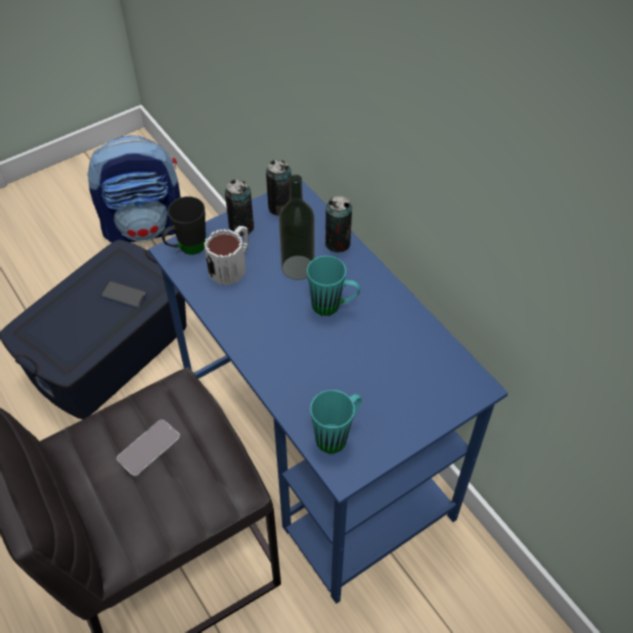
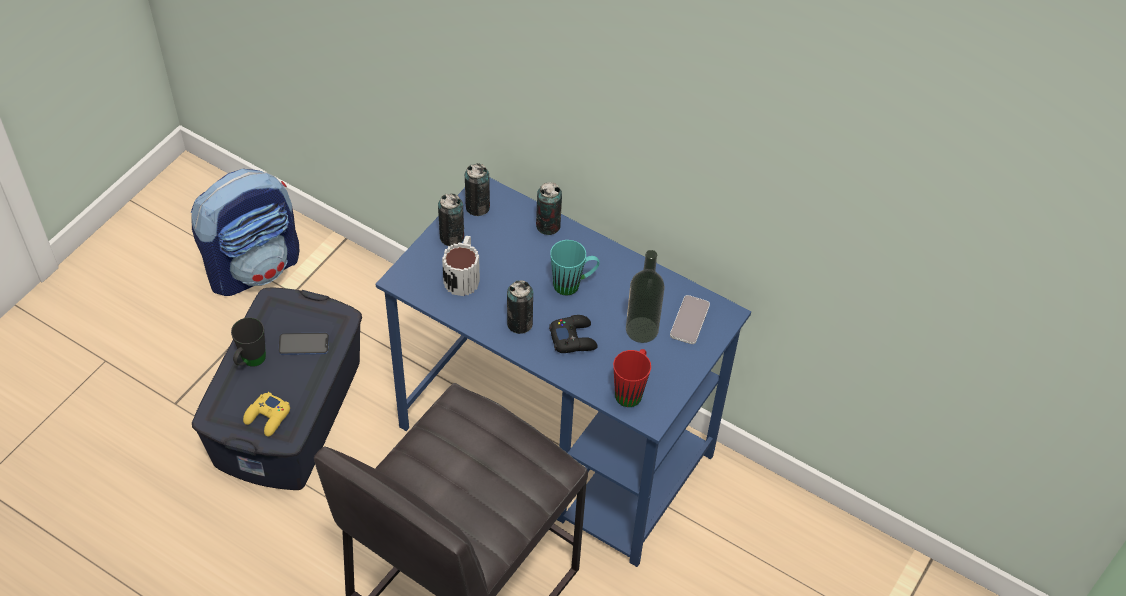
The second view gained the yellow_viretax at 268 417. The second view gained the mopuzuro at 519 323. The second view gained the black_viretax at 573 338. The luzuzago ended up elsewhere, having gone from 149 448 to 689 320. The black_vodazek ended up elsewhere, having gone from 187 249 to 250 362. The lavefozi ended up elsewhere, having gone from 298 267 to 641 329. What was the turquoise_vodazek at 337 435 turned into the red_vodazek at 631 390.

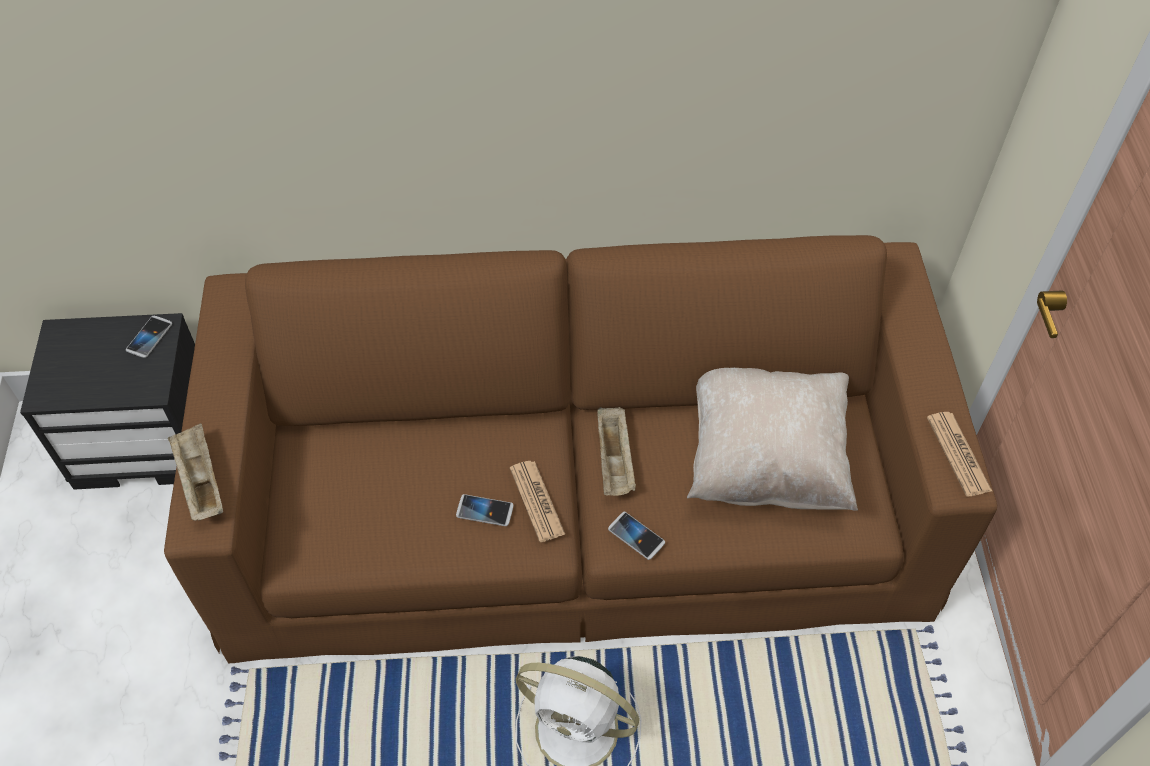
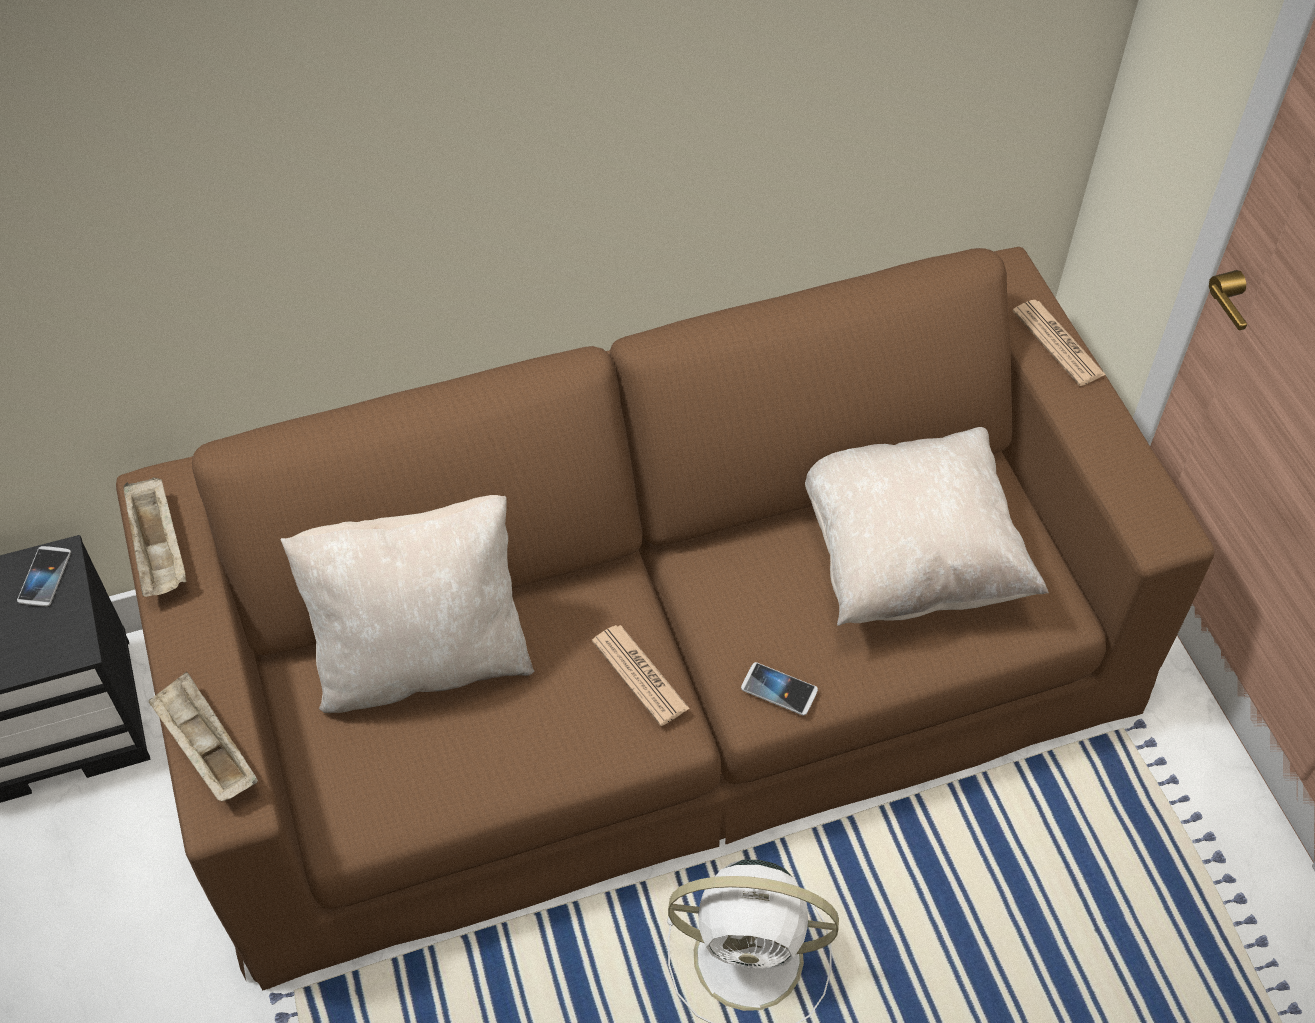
The second view lost the luzuzago at 484 511. The second view gained the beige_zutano at 423 658. The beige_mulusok ended up elsewhere, having gone from 615 461 to 160 551. The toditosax ended up elsewhere, having gone from 958 454 to 1058 343.

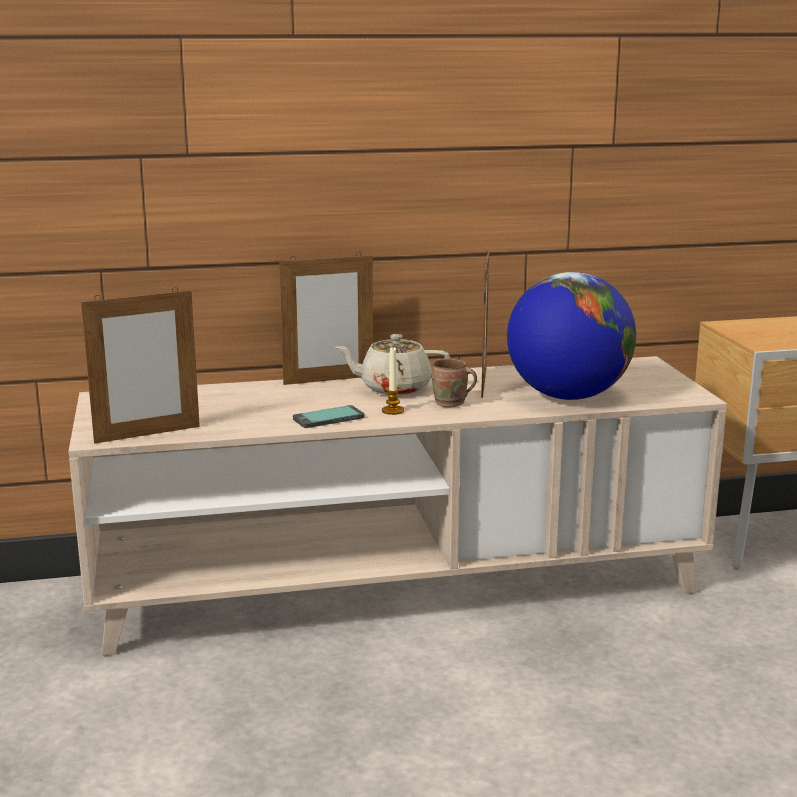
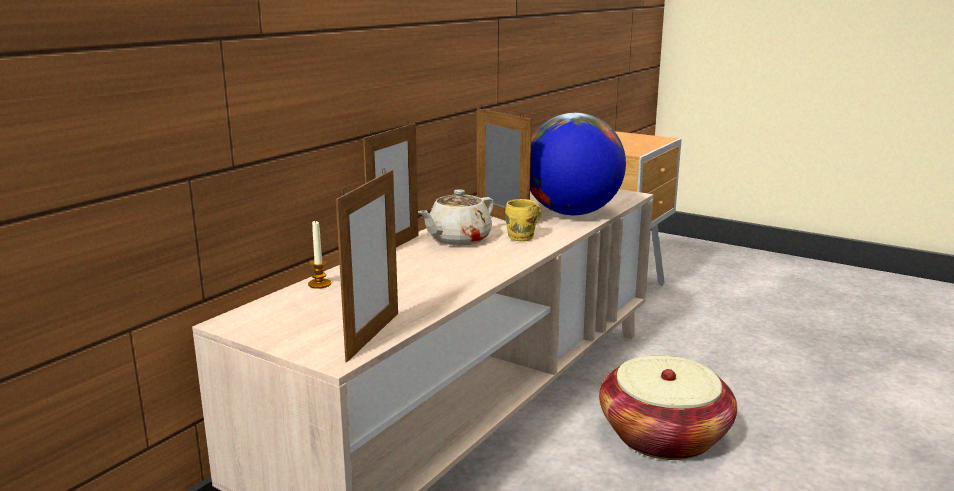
The second view lost the luzuzago at 328 418. The second view gained the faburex at 663 436. The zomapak ended up elsewhere, having gone from 393 411 to 319 284. What was the brown_vodazek at 451 404 turned into the yellow_vodazek at 523 238.

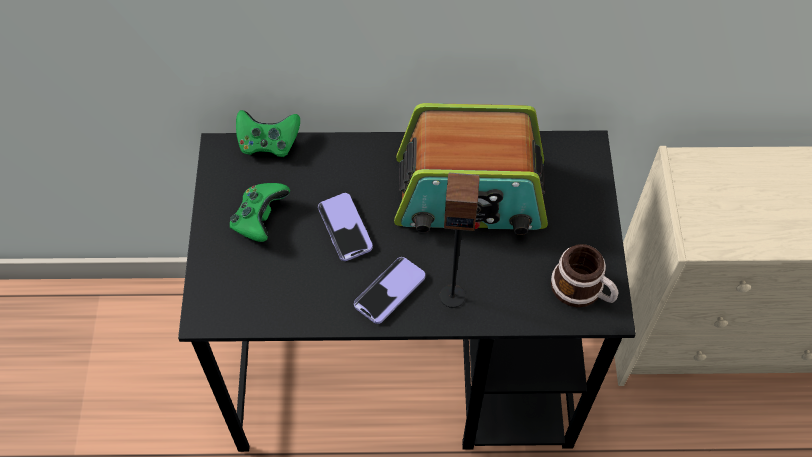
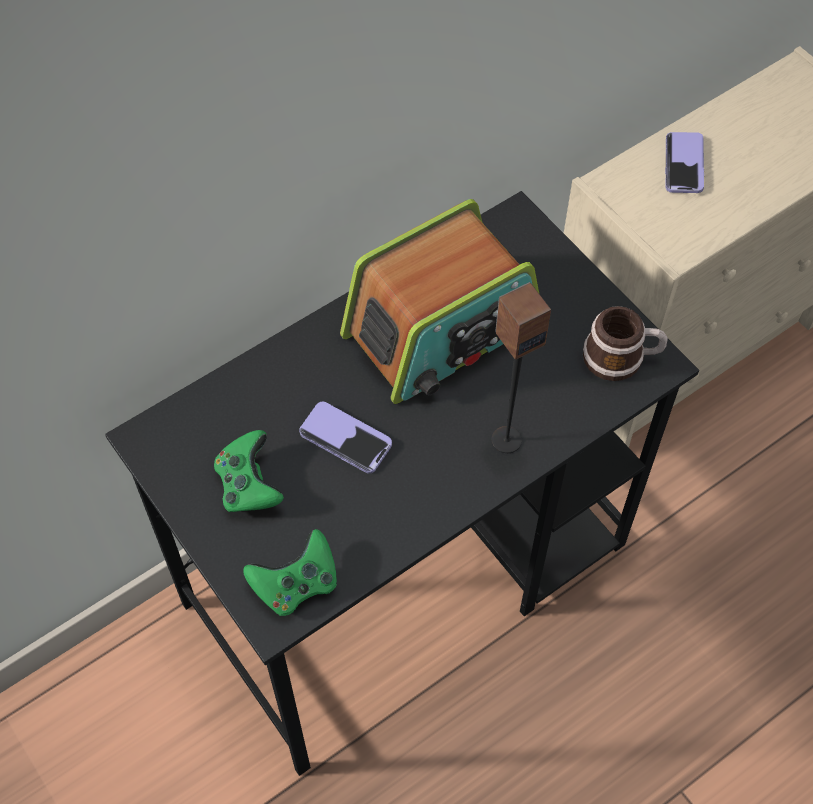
The green_viretax ended up elsewhere, having gone from 268 143 to 296 584. The luzuzago ended up elsewhere, having gone from 389 291 to 683 164.

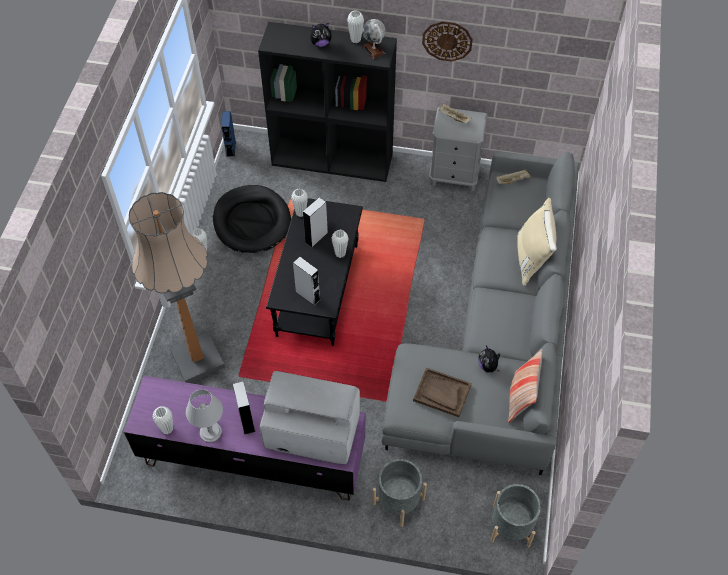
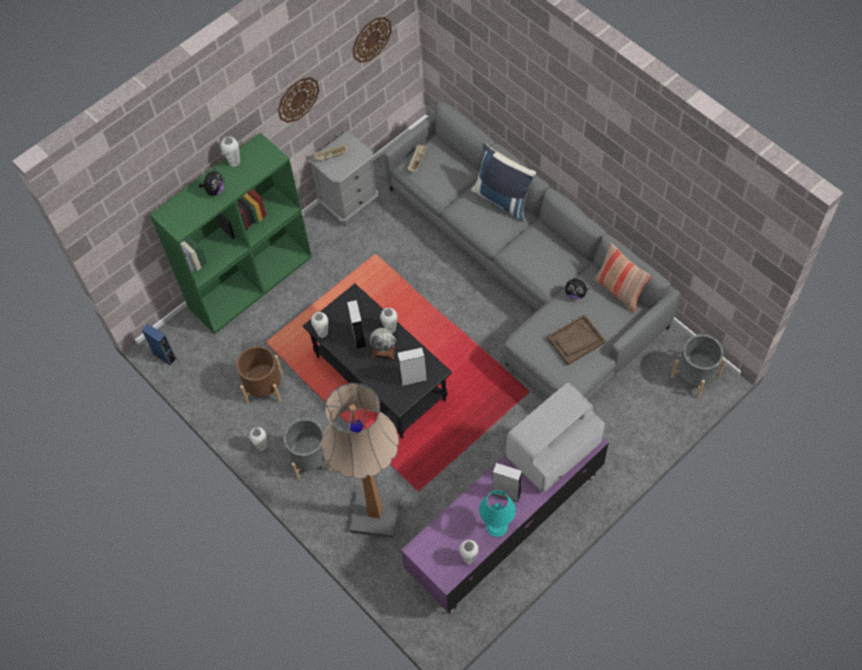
The second view gained the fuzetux at 371 39. The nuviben ended up elsewhere, having gone from 373 50 to 383 352. The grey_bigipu ended up elsewhere, having gone from 398 501 to 310 459. Where the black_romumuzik stood at 252 221, the brown_bigipu came to stand at 264 387. What was the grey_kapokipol at 211 432 turned into the turquoise_kapokipol at 497 526. What was the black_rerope at 333 159 turned into the green_rerope at 251 281. What was the beige_zutano at 532 259 turned into the blue_zutano at 503 199.

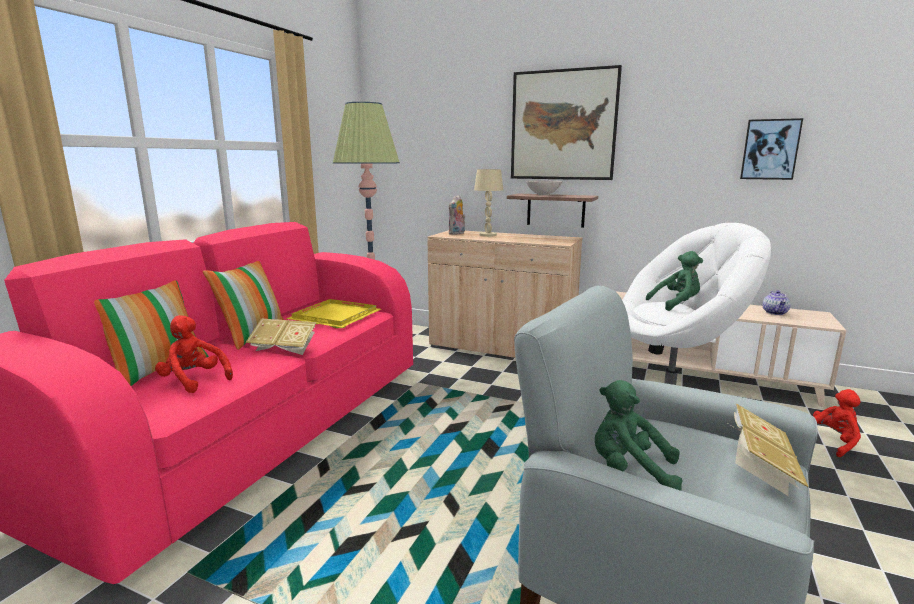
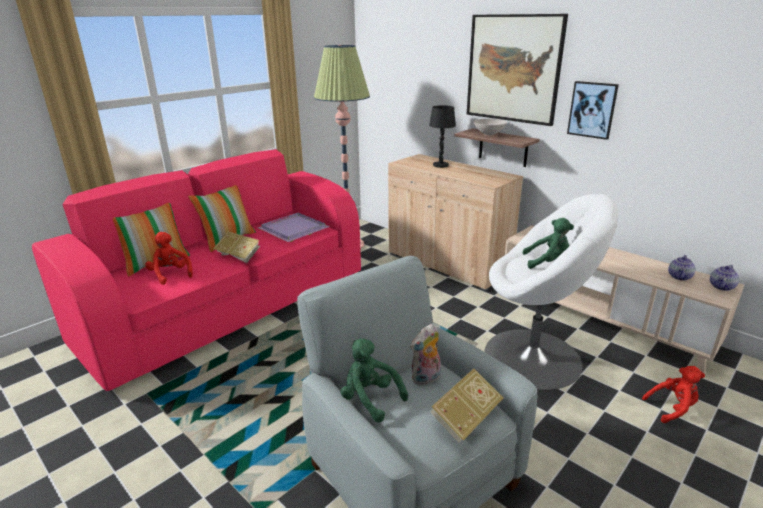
The second view gained the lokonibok at 722 287. The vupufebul ended up elsewhere, having gone from 457 233 to 426 379. The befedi ended up elsewhere, having gone from 770 149 to 592 109. What was the yellow_mulusok at 335 316 turned into the purple_mulusok at 294 229. What was the beige_kapokipol at 488 235 turned into the black_kapokipol at 440 165.

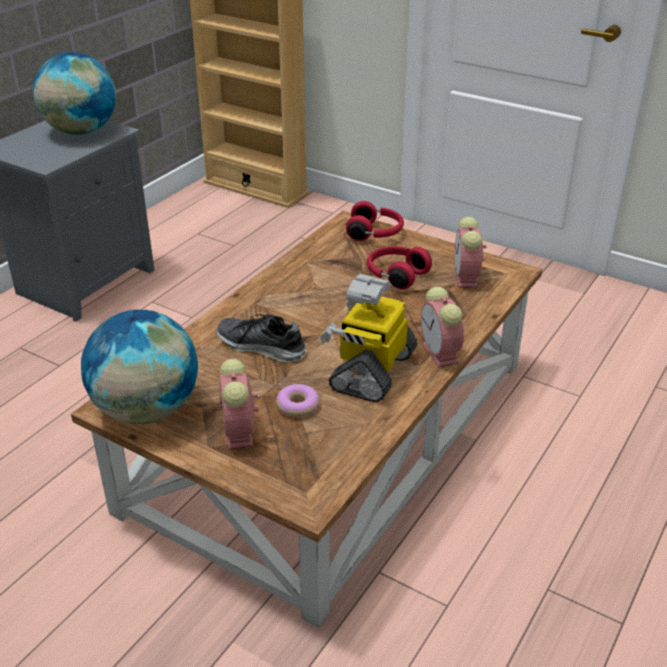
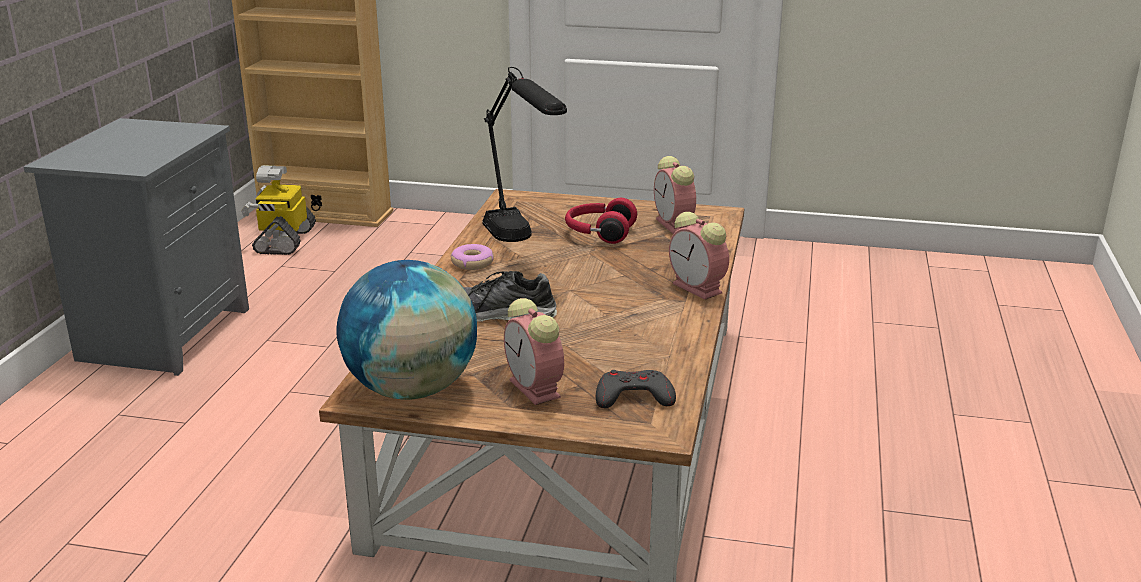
The second view lost the nuviben at 81 131. The second view lost the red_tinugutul at 375 233. The second view gained the black_kapokipol at 522 245. The second view gained the grey_viretax at 633 397. The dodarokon ended up elsewhere, having gone from 297 406 to 472 263. The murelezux ended up elsewhere, having gone from 371 370 to 284 241.

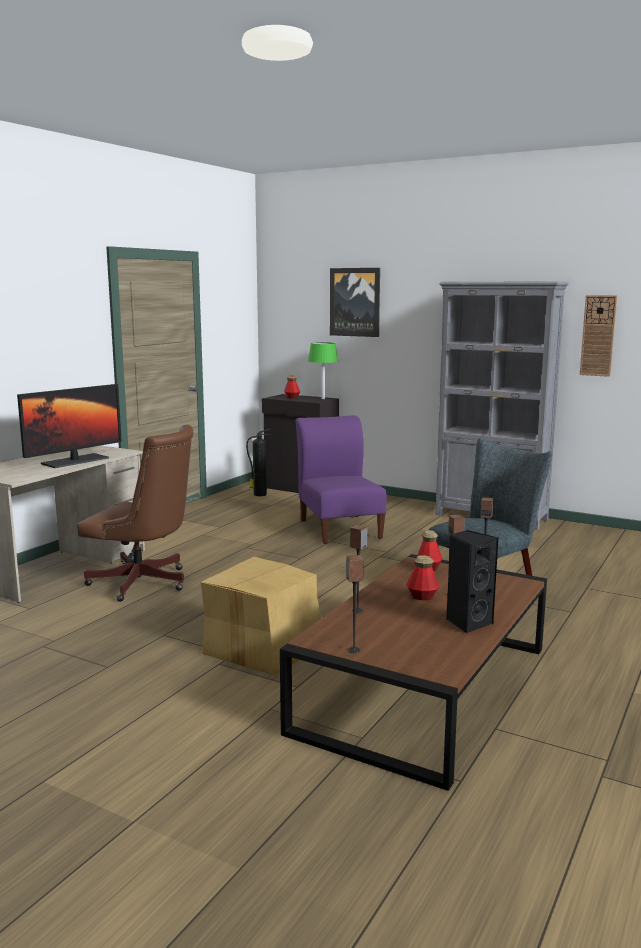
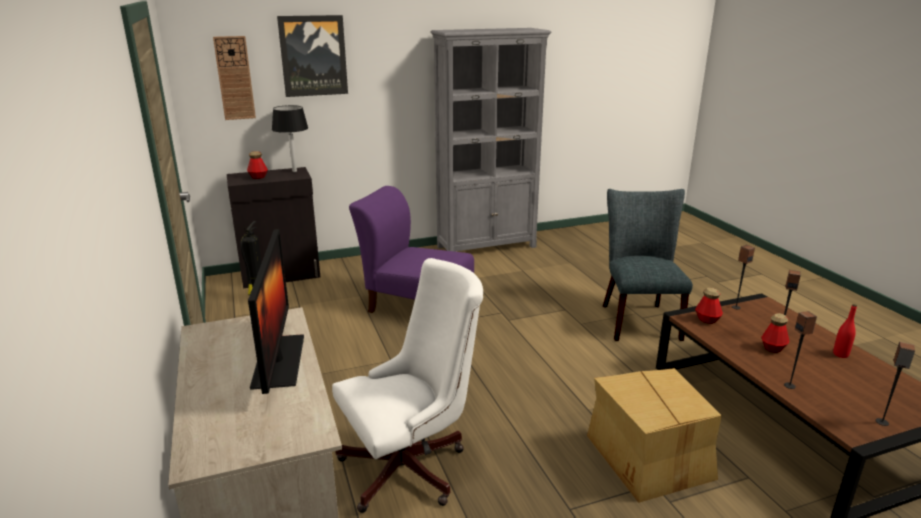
The fuzetux ended up elsewhere, having gone from 598 335 to 235 78. Where the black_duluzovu stood at 468 622, the red_lavefozi came to stand at 840 354. What was the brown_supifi at 144 584 turned into the white_supifi at 411 467. What was the green_kapokipol at 323 399 turned into the black_kapokipol at 294 171.

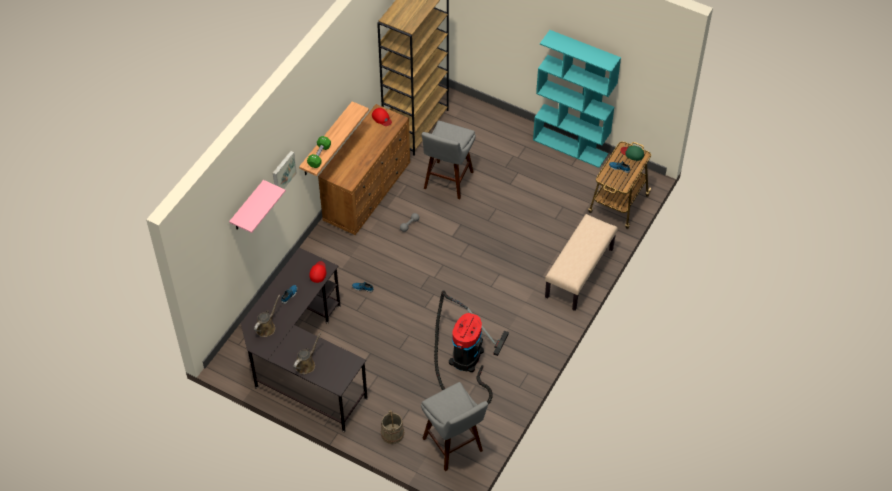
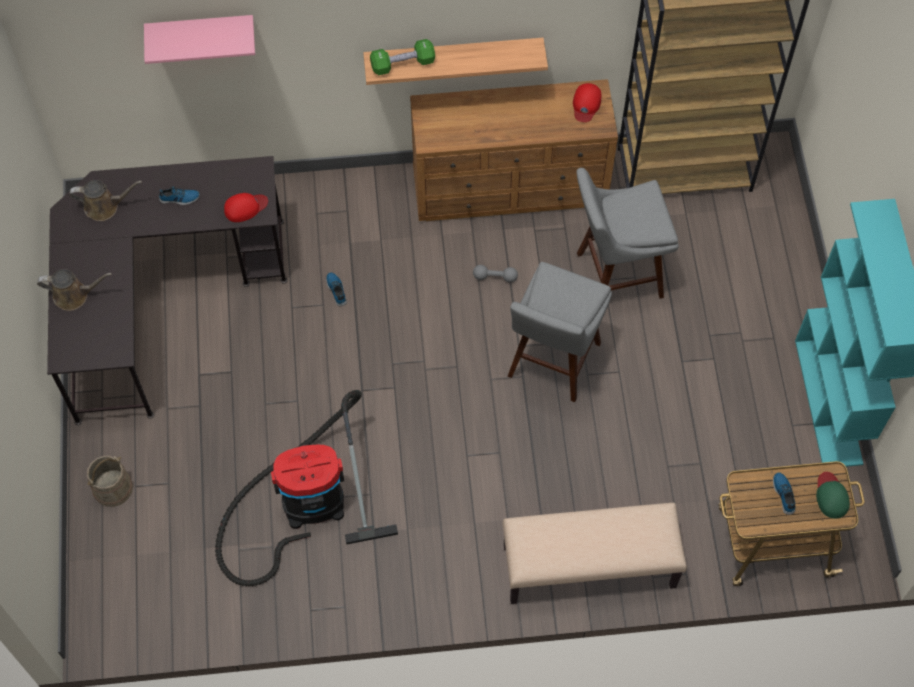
The second view lost the befedi at 283 172. The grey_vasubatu ended up elsewhere, having gone from 454 447 to 552 364.

